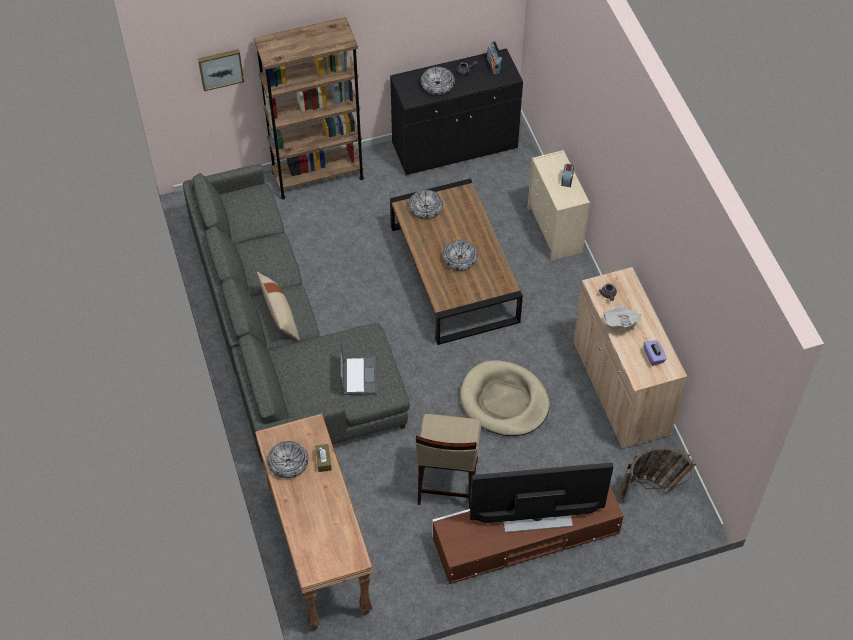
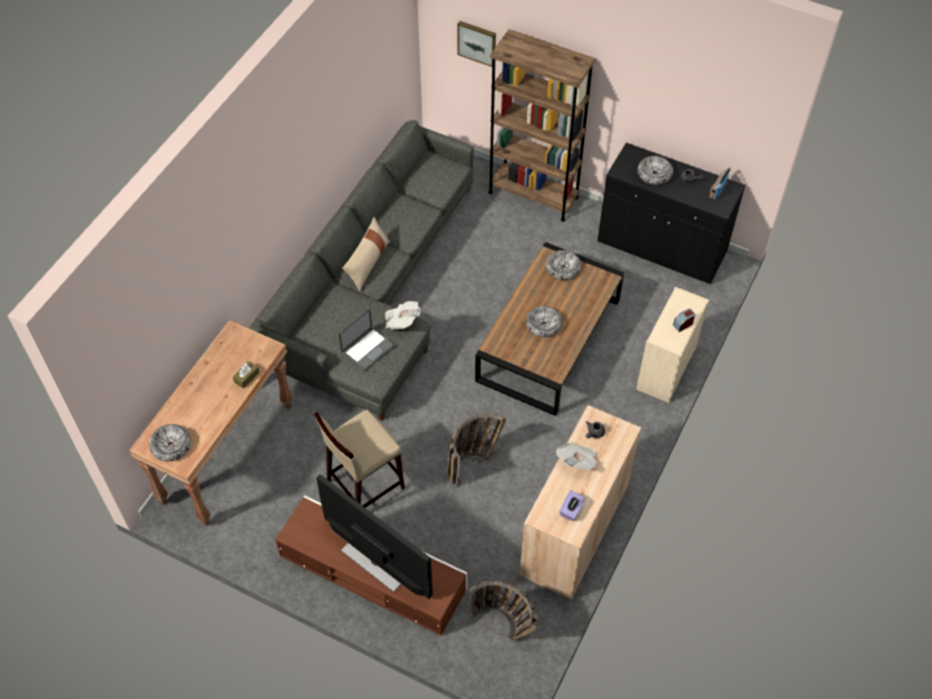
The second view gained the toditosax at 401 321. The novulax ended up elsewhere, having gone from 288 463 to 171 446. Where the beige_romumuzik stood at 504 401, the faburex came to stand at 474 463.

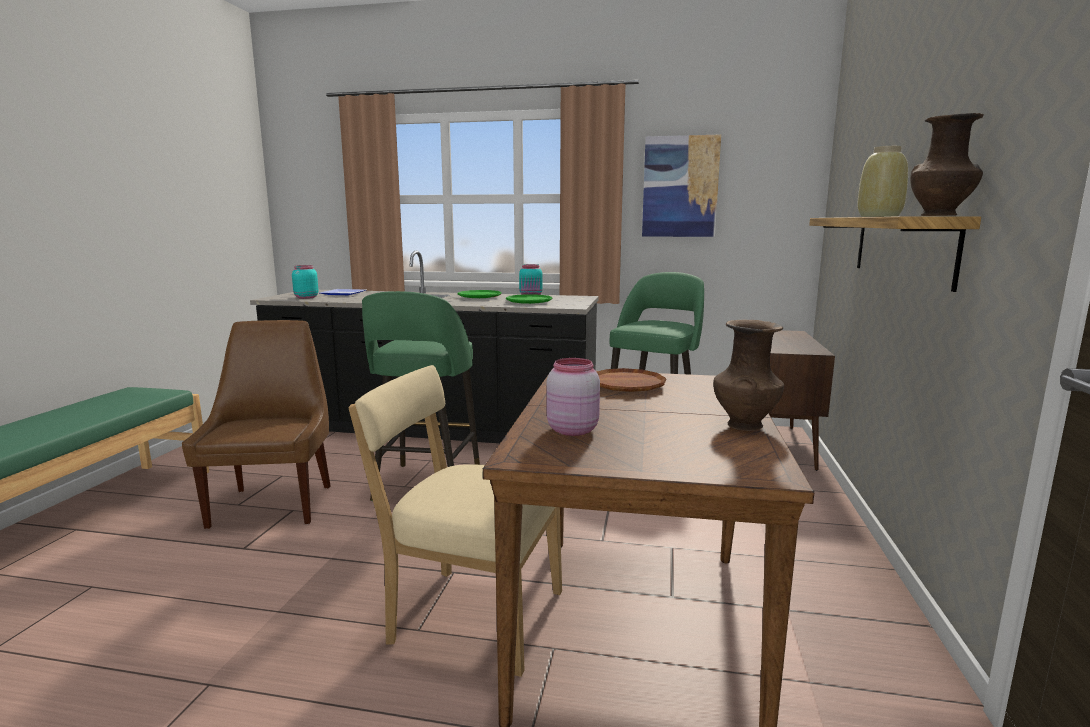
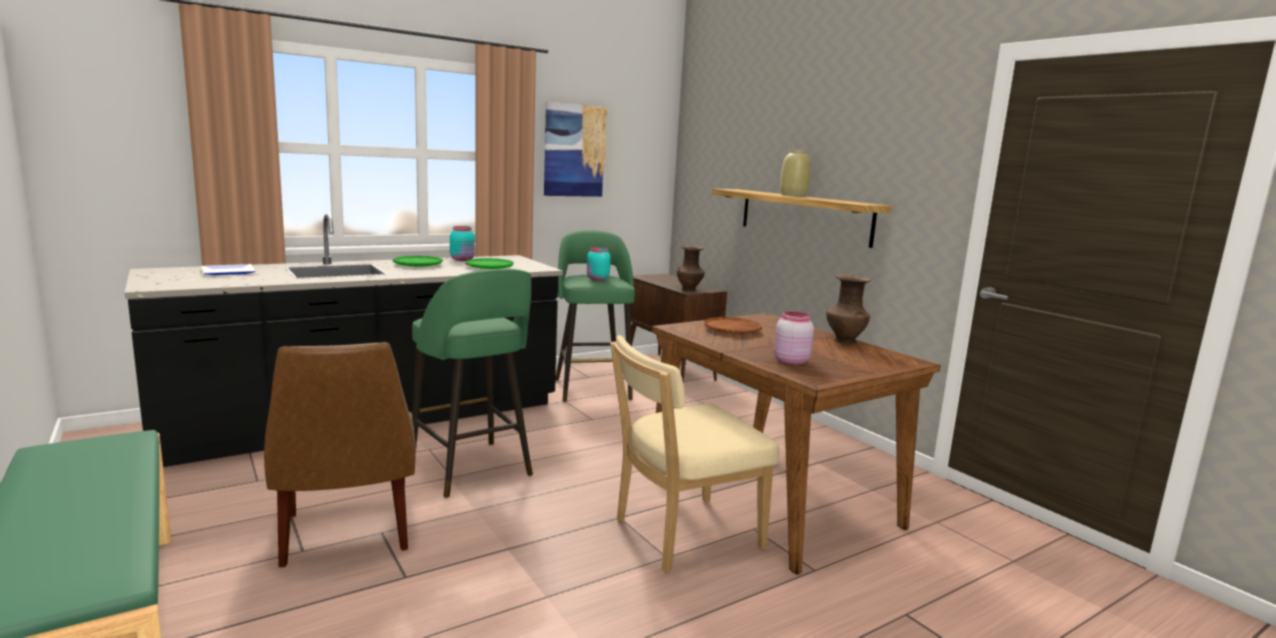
The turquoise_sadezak ended up elsewhere, having gone from 305 297 to 597 279. The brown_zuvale ended up elsewhere, having gone from 940 215 to 689 290. The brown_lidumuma at 274 504 ended up facing another way, 150 degrees counterclockwise from before.

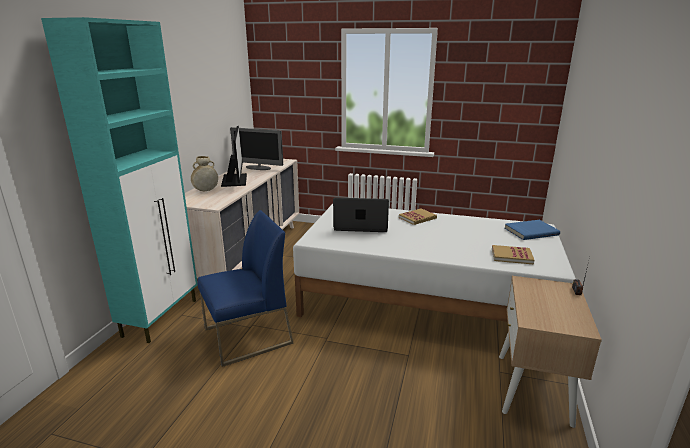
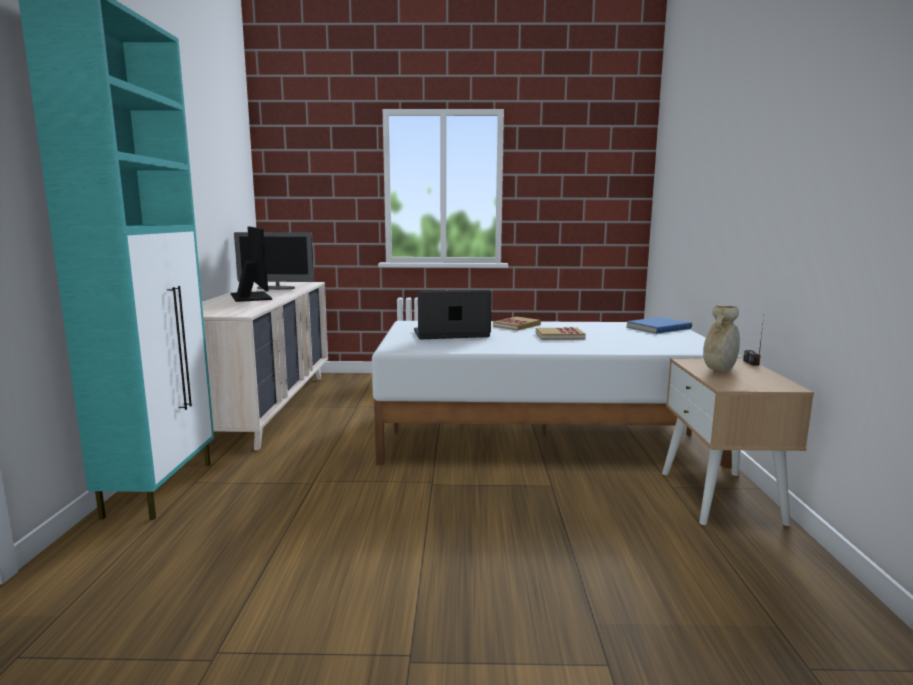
The second view lost the blue_lidumuma at 247 336. The beige_zuvale ended up elsewhere, having gone from 206 190 to 719 370. The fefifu ended up elsewhere, having gone from 511 256 to 559 336.

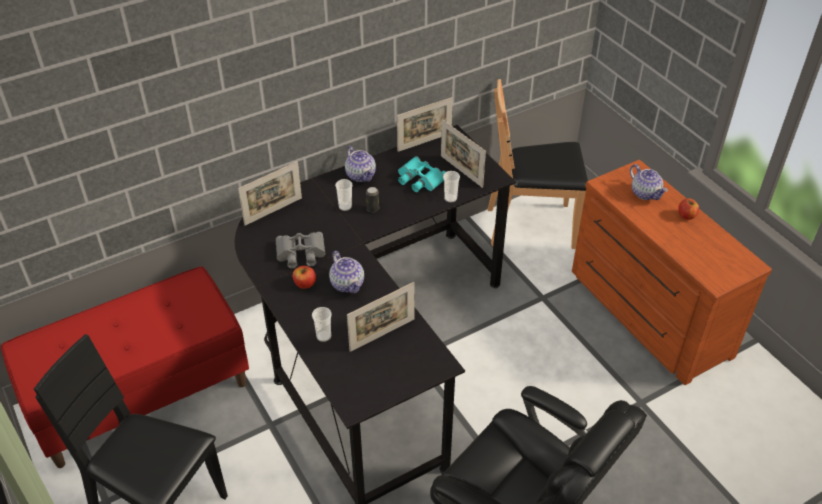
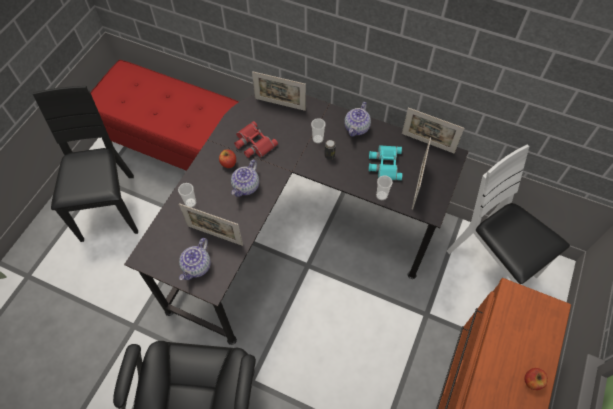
The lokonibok ended up elsewhere, having gone from 645 193 to 197 267. What was the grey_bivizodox at 300 254 turned into the red_bivizodox at 253 143. What was the brown_lidumuma at 532 226 turned into the white_lidumuma at 491 265.

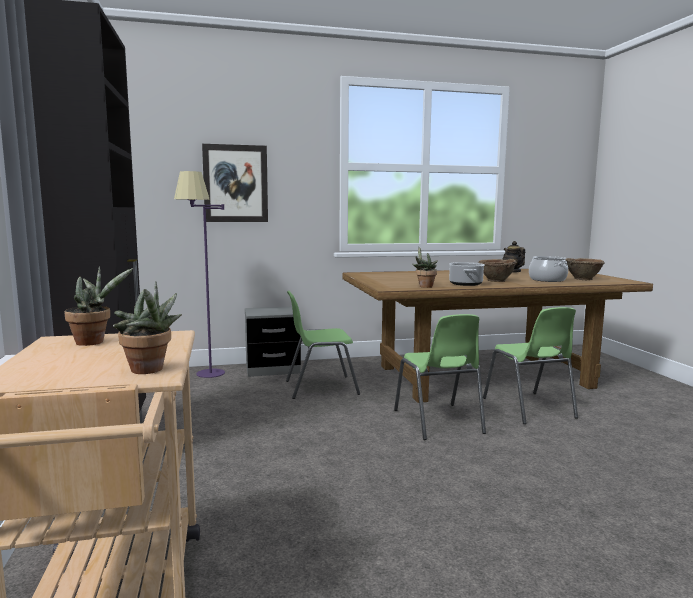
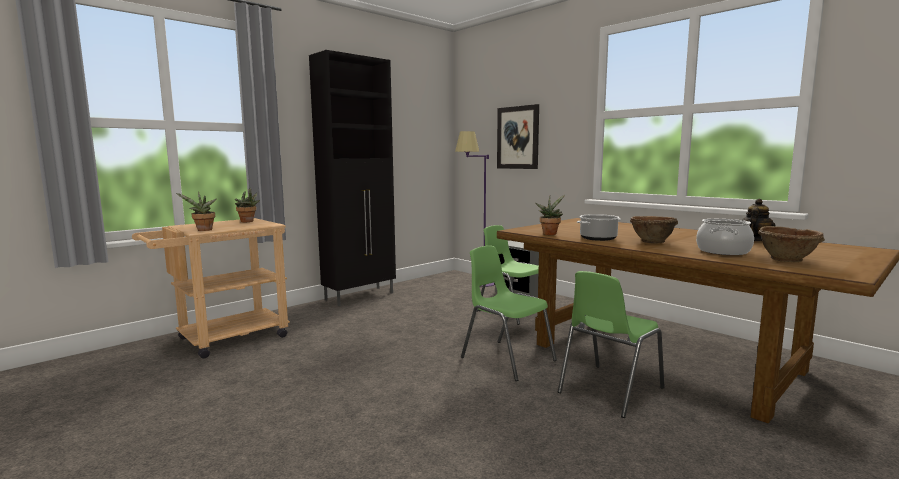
The green_lidumuma at 438 422 ended up facing another way, 90 degrees clockwise from before.

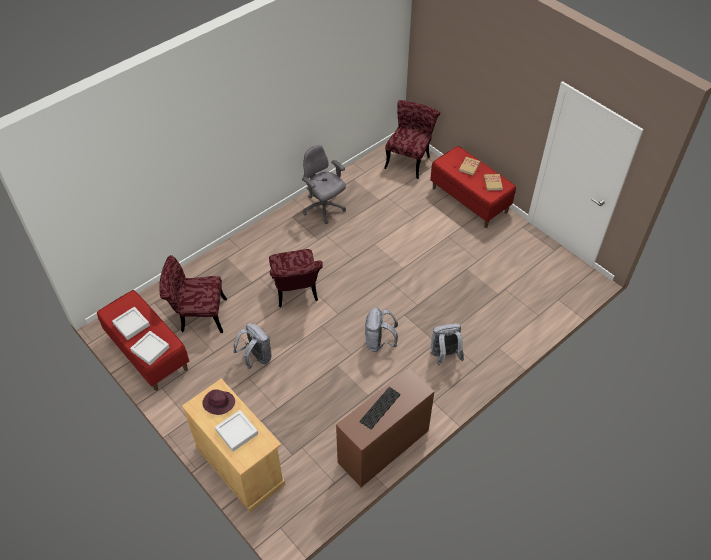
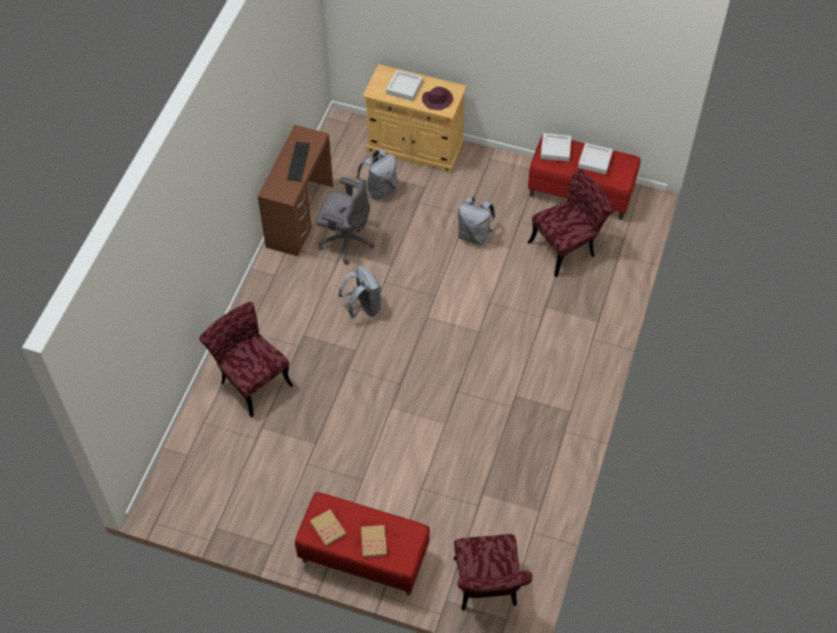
The red_lidumuma ended up elsewhere, having gone from 296 293 to 251 380. The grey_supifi ended up elsewhere, having gone from 324 208 to 345 241. The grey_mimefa ended up elsewhere, having gone from 444 355 to 379 189.

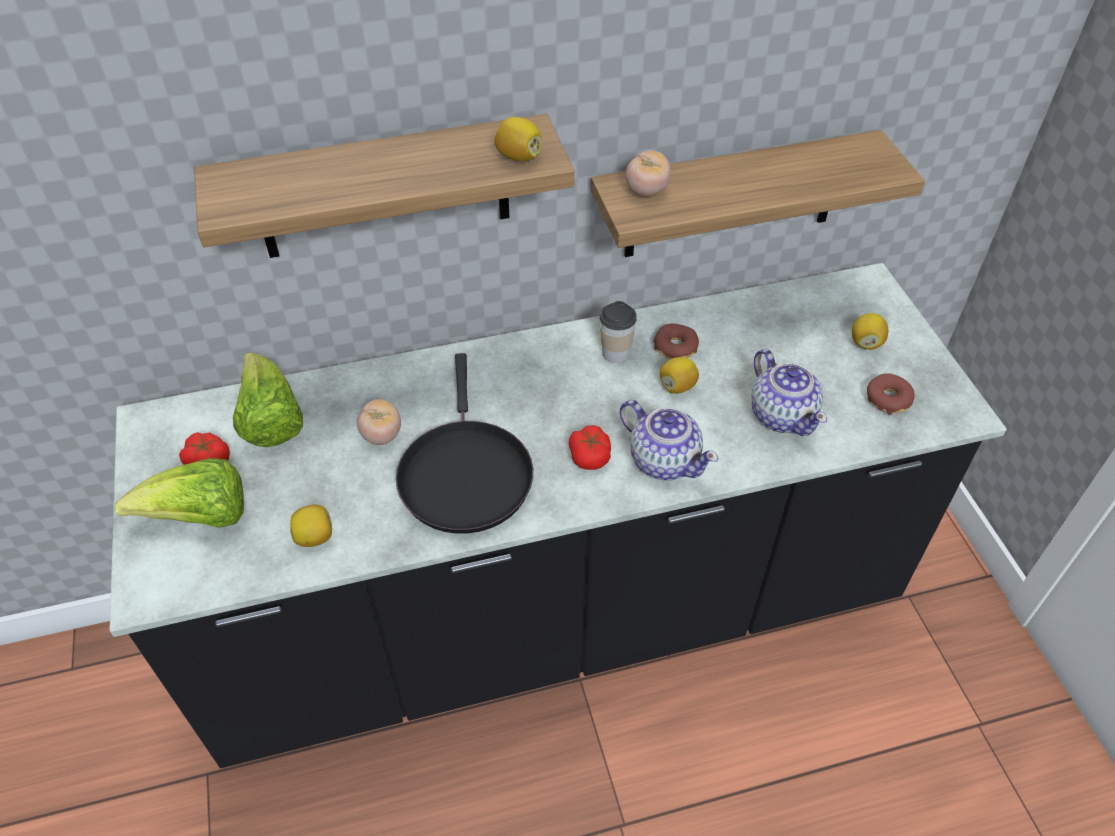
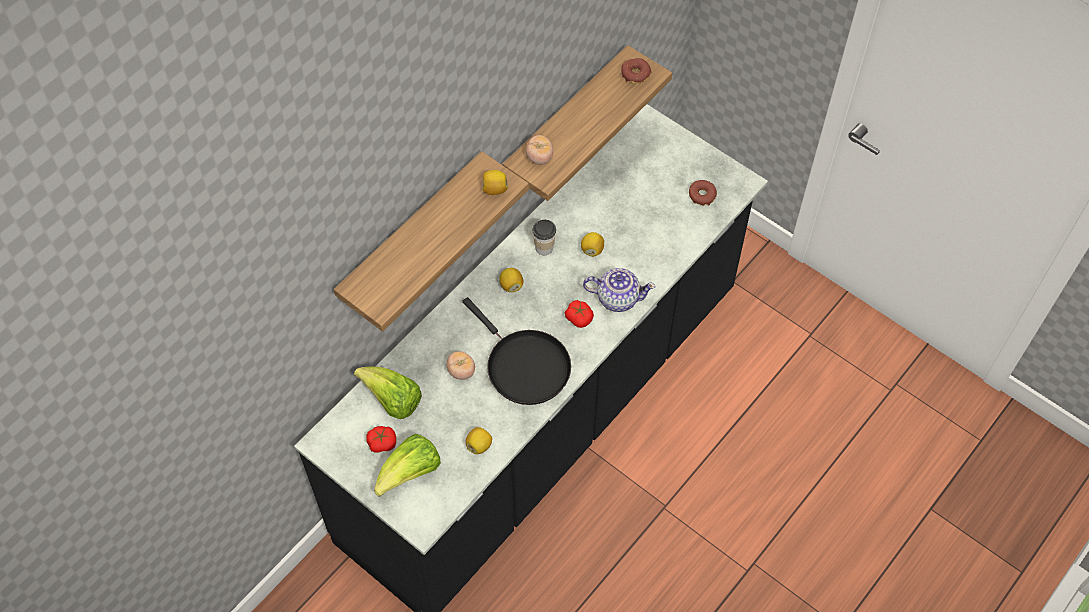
The second view lost the lokonibok at 782 415. The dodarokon ended up elsewhere, having gone from 675 347 to 635 74. The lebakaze ended up elsewhere, having gone from 865 342 to 511 285.

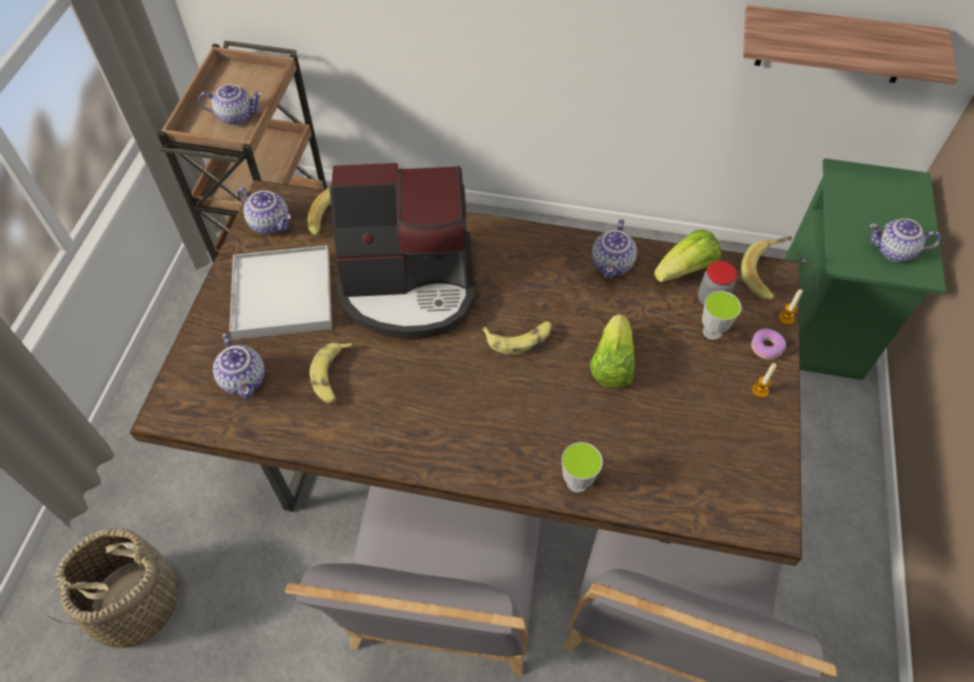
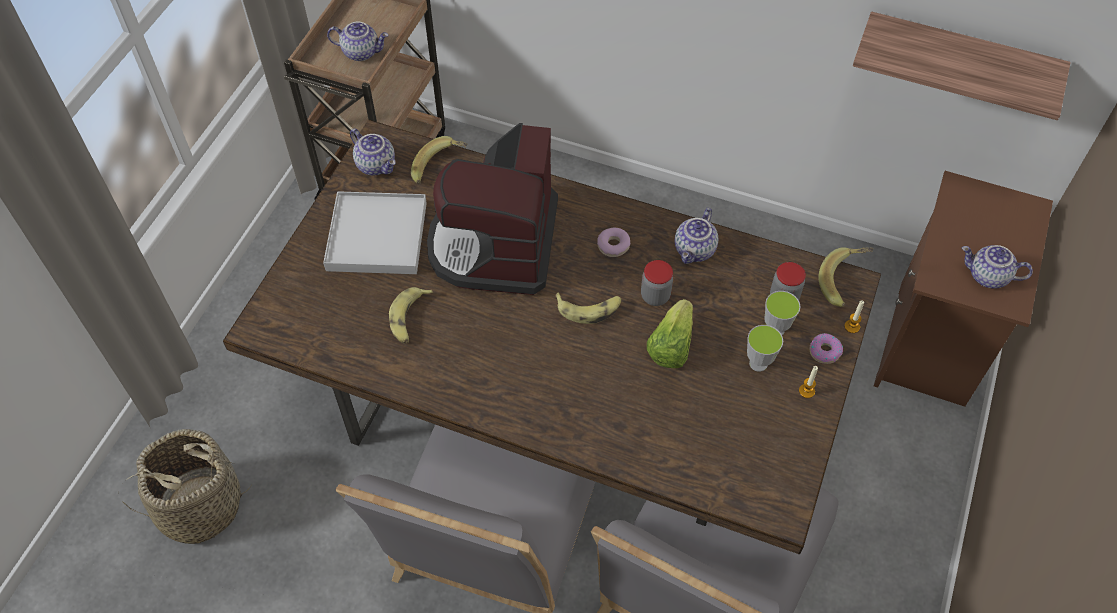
The second view lost the lokonibok at 245 379. The second view lost the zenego at 685 270. The second view gained the dodarokon at 613 245. The second view gained the sadezak at 655 296. The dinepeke ended up elsewhere, having gone from 577 482 to 758 363. What was the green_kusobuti at 818 330 turned into the brown_kusobuti at 931 348. The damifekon at 409 285 ended up facing another way, 90 degrees clockwise from before.

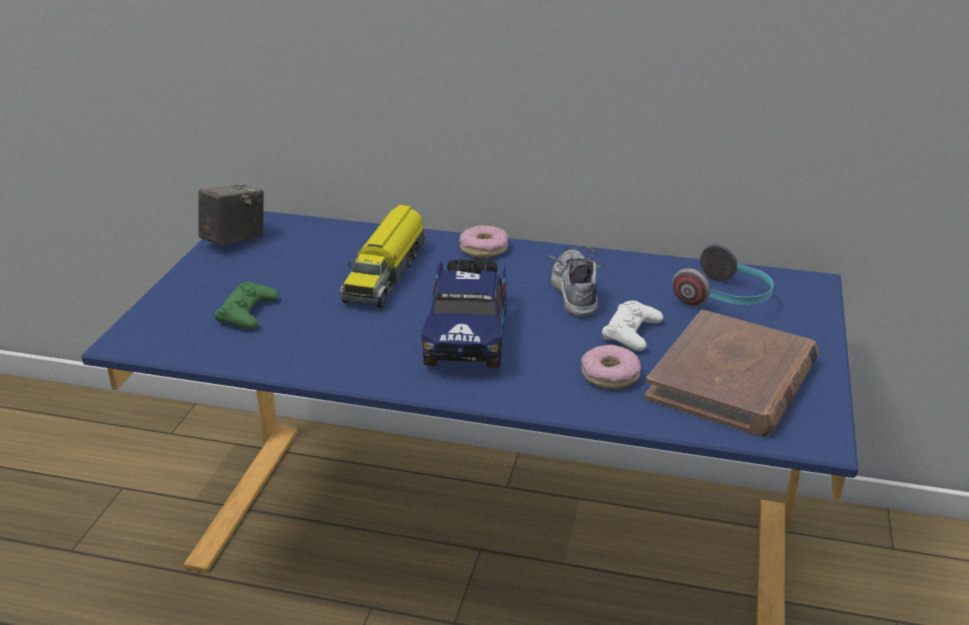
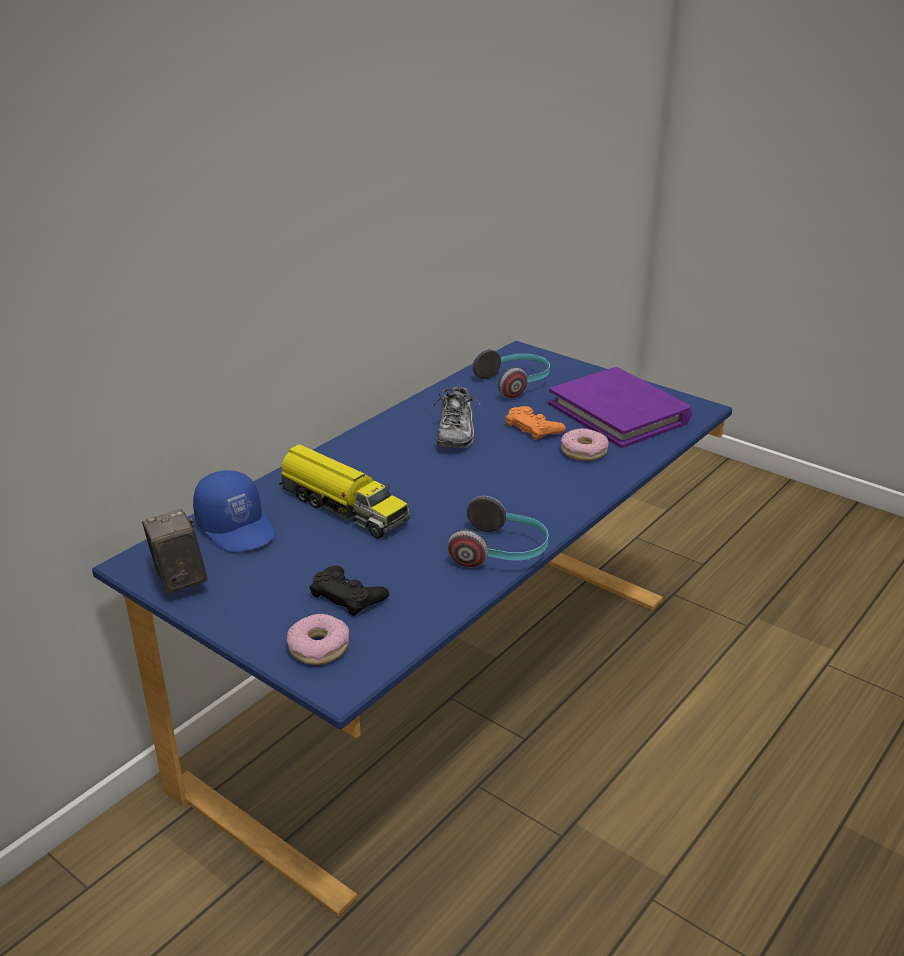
The second view lost the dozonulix at 468 333. The second view gained the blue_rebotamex at 237 527. The second view gained the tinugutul at 501 552. The dodarokon ended up elsewhere, having gone from 484 249 to 319 647. What was the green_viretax at 247 312 turned into the black_viretax at 348 596. What was the white_viretax at 632 332 turned into the orange_viretax at 533 428. What was the brown_fefifu at 732 380 turned into the purple_fefifu at 619 412. The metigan at 575 291 ended up facing another way, 105 degrees counterclockwise from before.

